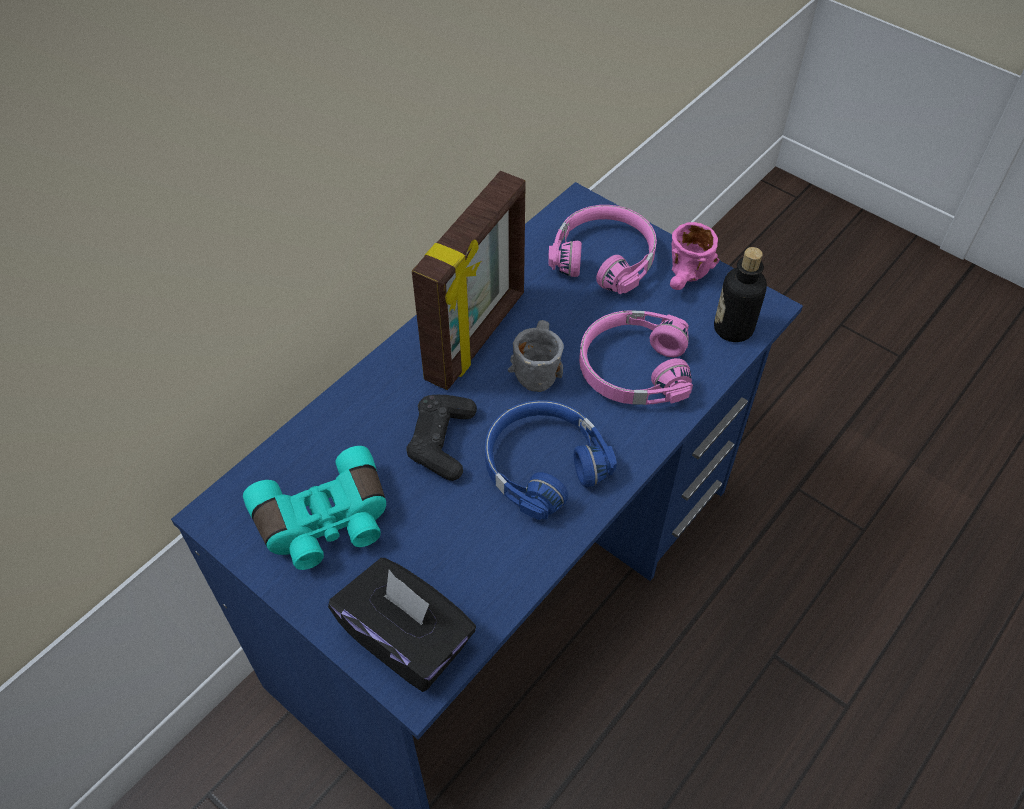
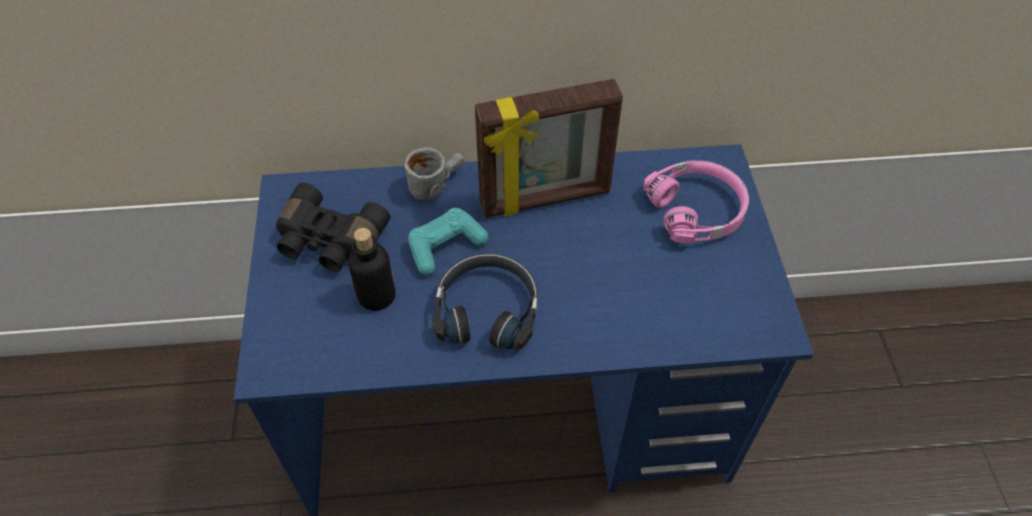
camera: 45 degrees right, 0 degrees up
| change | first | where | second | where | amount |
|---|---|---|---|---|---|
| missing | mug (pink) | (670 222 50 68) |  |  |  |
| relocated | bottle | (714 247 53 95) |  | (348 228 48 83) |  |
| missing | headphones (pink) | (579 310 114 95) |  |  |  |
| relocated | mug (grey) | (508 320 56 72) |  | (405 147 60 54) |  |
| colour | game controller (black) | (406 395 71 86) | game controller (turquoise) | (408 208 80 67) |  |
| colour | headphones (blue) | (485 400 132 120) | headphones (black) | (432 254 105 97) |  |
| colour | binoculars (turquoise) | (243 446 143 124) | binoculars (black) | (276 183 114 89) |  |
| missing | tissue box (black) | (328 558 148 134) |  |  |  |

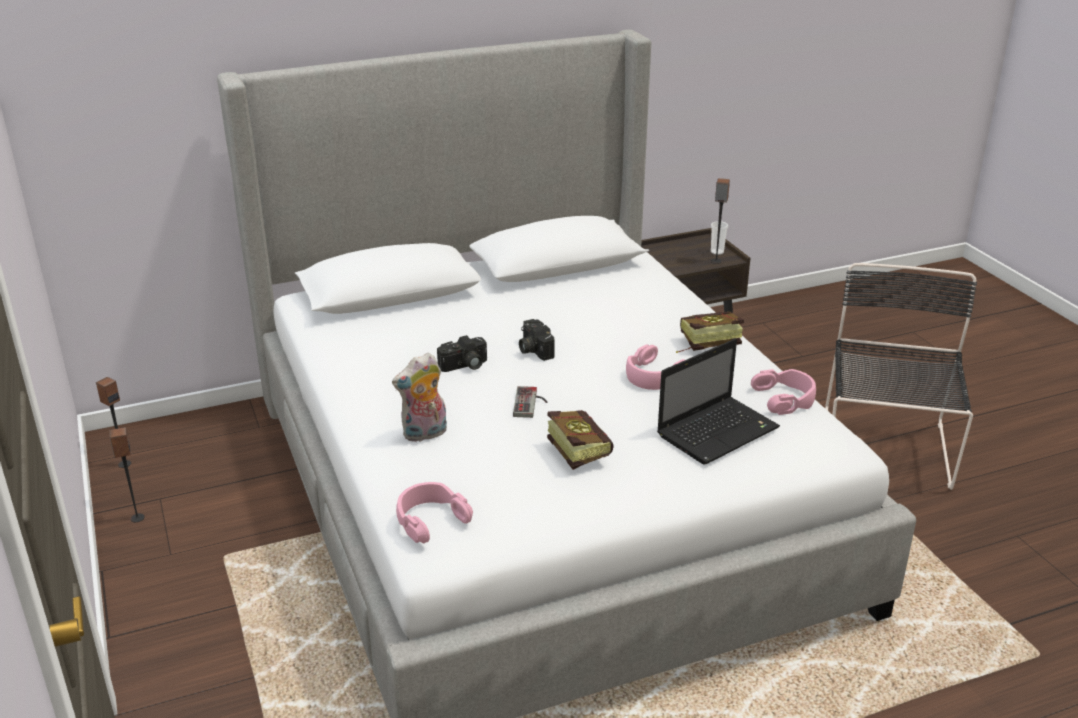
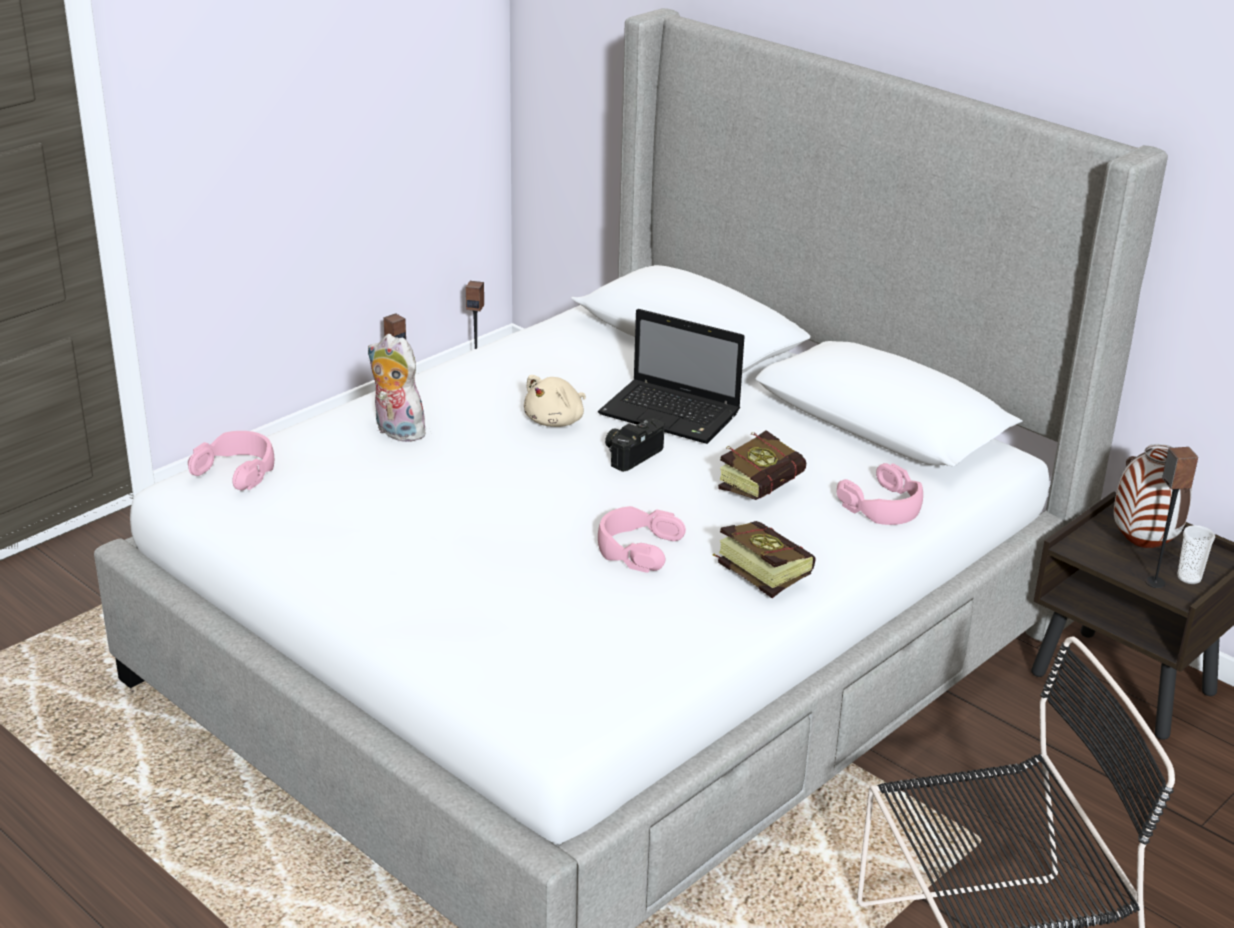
camera: 65 degrees right, 0 degrees up
| change | first | where | second | where | amount |
|---|---|---|---|---|---|
| exchanged | photo camera | (437 335 50 37) | plush toy (beige) | (524 375 62 52) |  |
| relocated | laptop | (657 339 123 125) |  | (598 309 147 135) |  |
| relocated | headphones (pink) | (751 369 65 46) |  | (837 463 86 62) |  |
| missing | game controller | (513 386 34 32) |  |  |  |
| relocated | book | (547 410 67 60) |  | (718 430 88 70) |  |
| appeared |  |  | vase | (1114 444 78 104) |  |

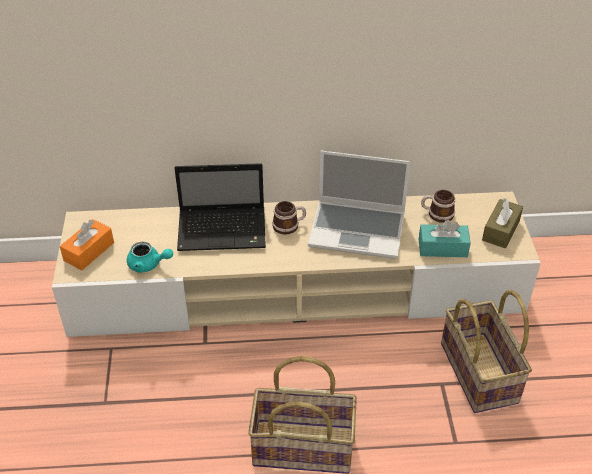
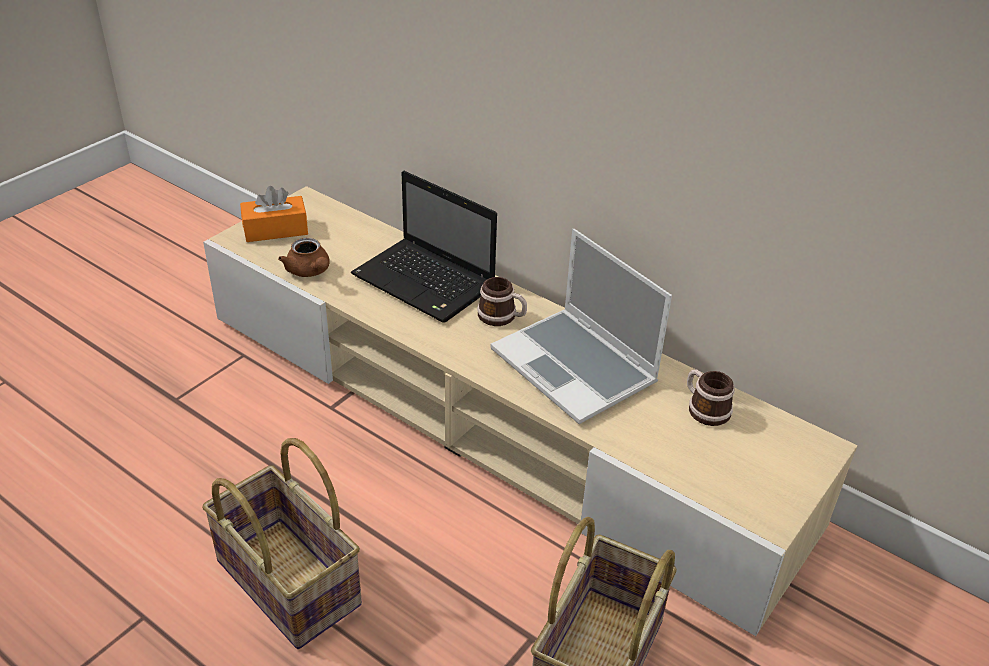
camera: 40 degrees right, 5 degrees down
| change | first | where | second | where | amount |
|---|---|---|---|---|---|
| missing | tissue box (brown) | (482 198 41 50) |  |  |  |
| missing | tissue box (turquoise) | (419 220 52 37) |  |  |  |
| colour | teapot (turquoise) | (127 242 46 31) | teapot (brown) | (278 238 52 39) |  |

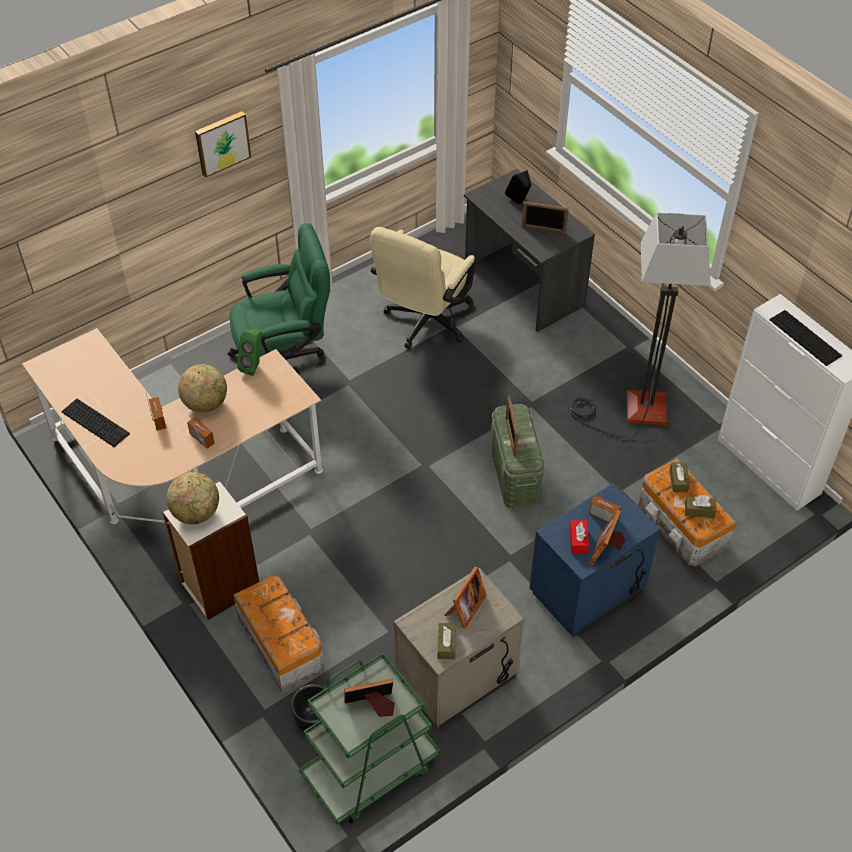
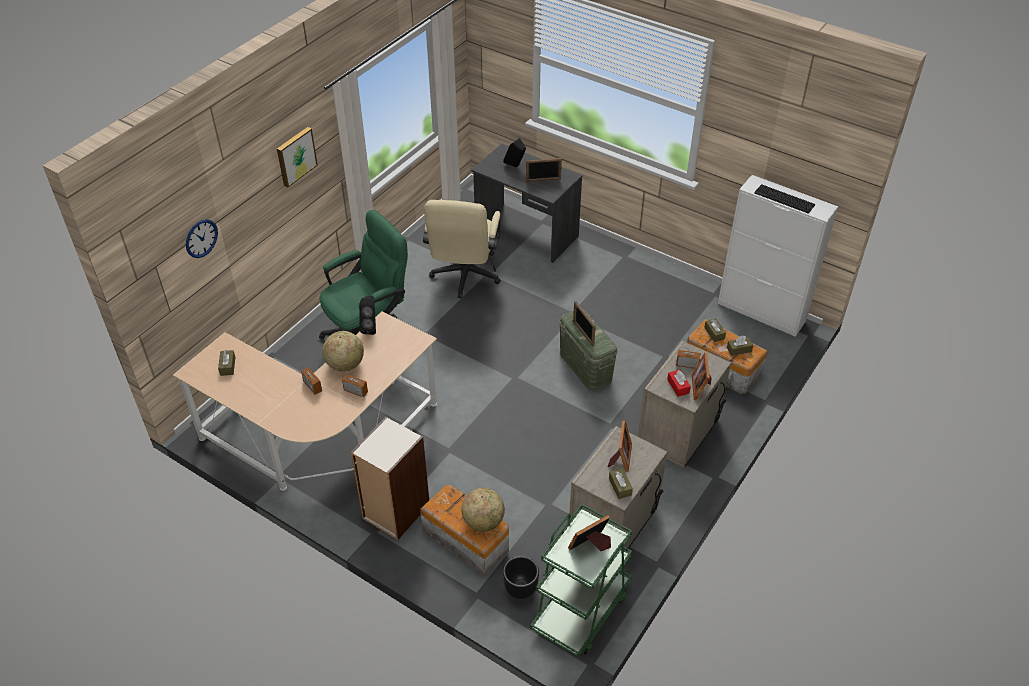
camera: 20 degrees left, 5 degrees down
| change | first | where | second | where | amount |
|---|---|---|---|---|---|
| missing | floor lamp | (570 212 141 226) |  |  |  |
| colour | speaker (green) | (237 329 25 47) | speaker (black) | (359 295 17 40) |  |
| missing | keyboard | (61 399 69 48) |  |  |  |
| relocated | globe | (166 472 53 52) |  | (462 488 43 44) |  |
| colour | nightstand (blue) | (530 483 130 155) | nightstand (beige) | (638 341 93 127) |  |
| appeared |  |  | wall clock | (186 219 32 39) |  |
| appeared |  |  | tissue box (brown) | (218 350 17 26) |  |

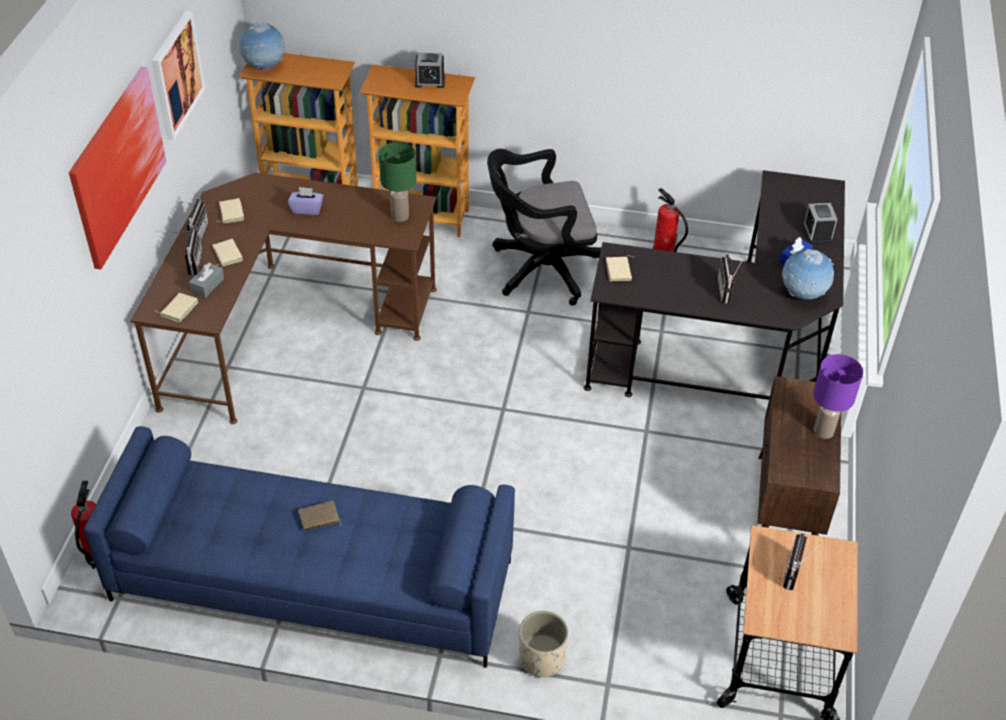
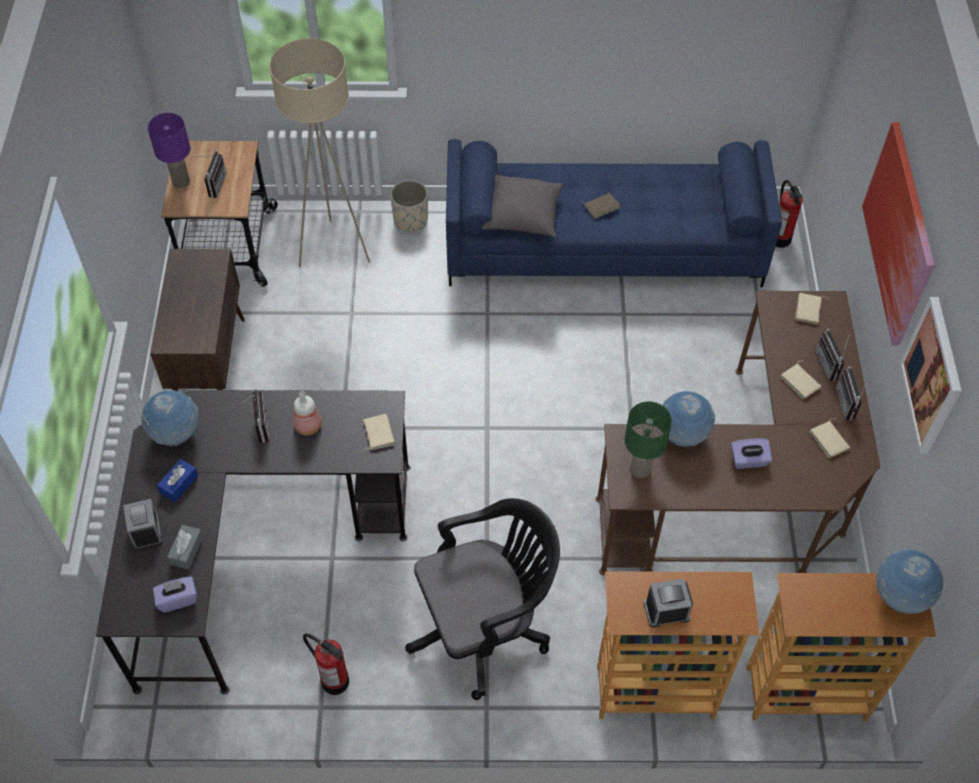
camera: 170 degrees right, 10 degrees up
| change | first | where | second | where | amount |
|---|---|---|---|---|---|
| relocated | tissue box (grey) | (189 263 35 35) |  | (167 525 36 44) |  |
| relocated | table lamp (purple) | (813 354 50 85) |  | (148 113 43 75) |  |
| appeared |  |  | floor lamp (beige) | (269 38 101 229) |  |
| appeared |  |  | pillow (grey) | (482 175 82 62) |  |
| appeared |  |  | bottle | (293 391 29 44) |  |
| appeared |  |  | globe | (662 391 53 56) |  |
| appeared |  |  | tissue box (purple) | (153 576 44 37) |  |

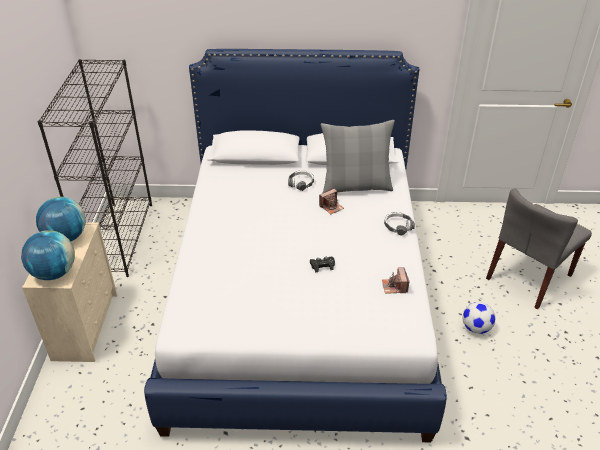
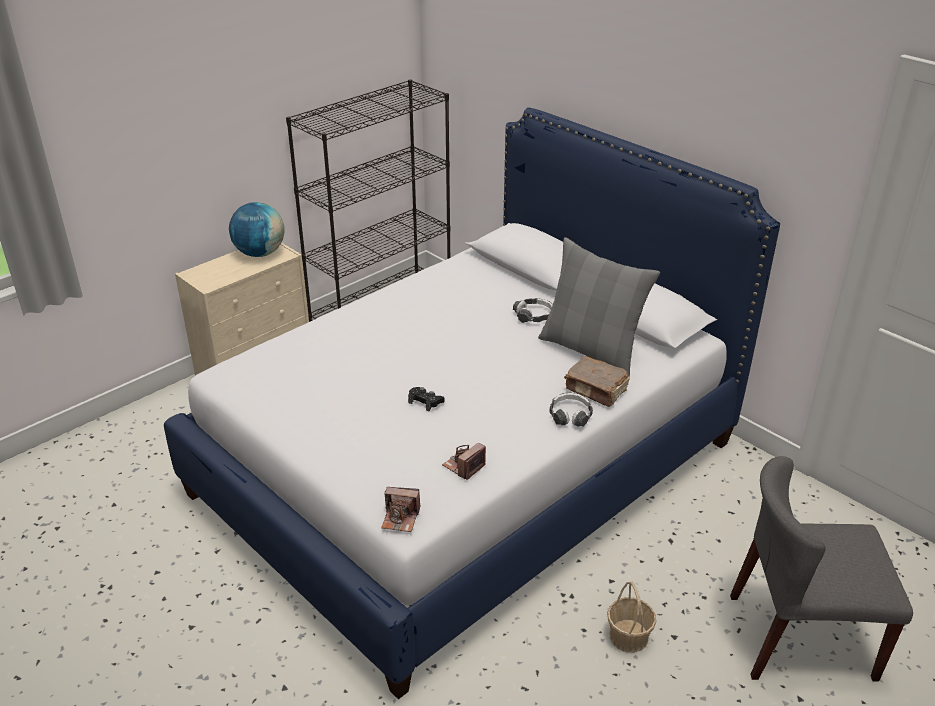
camera: 45 degrees right, 5 degrees down
| change | first | where | second | where | amount |
|---|---|---|---|---|---|
| relocated | photo camera | (319 188 25 26) |  | (381 487 39 45) |  |
| missing | globe | (21 230 54 50) |  |  |  |
| exchanged | football | (463 302 32 32) | basket | (607 582 49 71) |  |
| appeared |  |  | book (brown) | (564 356 66 51) |  |

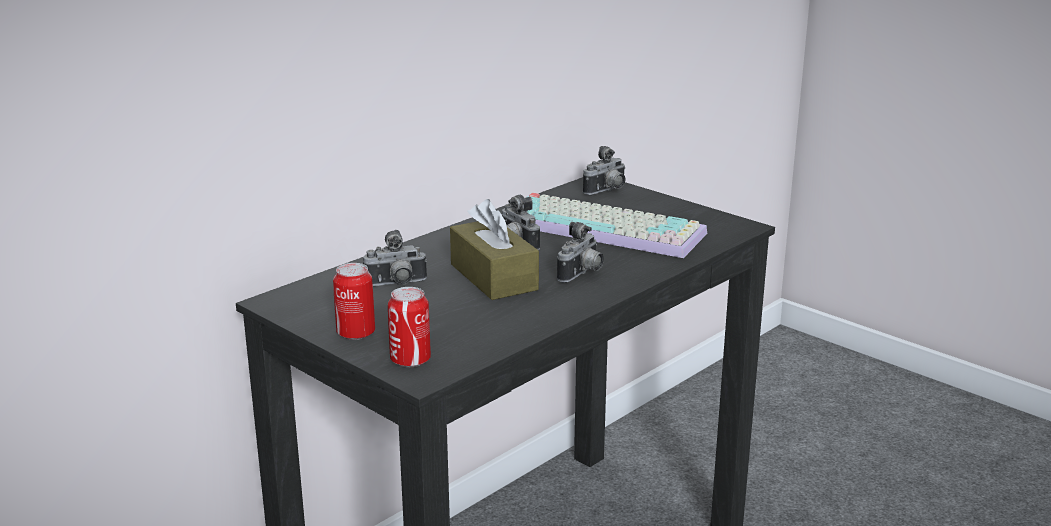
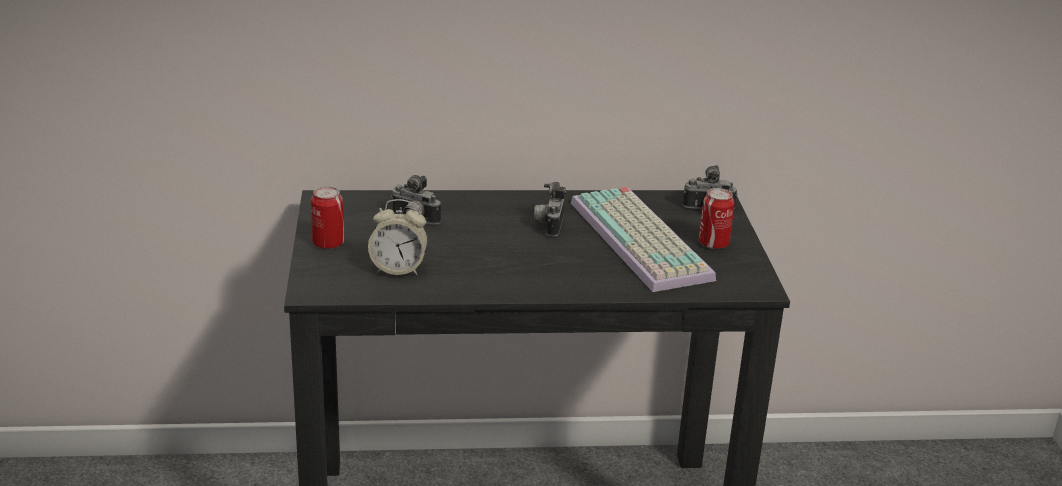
camera: 40 degrees right, 5 degrees up
| change | first | where | second | where | amount |
|---|---|---|---|---|---|
| missing | tissue box (brown) | (450 199 89 101) |  |  |  |
| missing | photo camera | (557 222 47 61) |  |  |  |
| relocated | can | (388 287 43 80) |  | (699 188 36 61) |  |
| appeared |  |  | alarm clock | (368 199 60 76) |  |

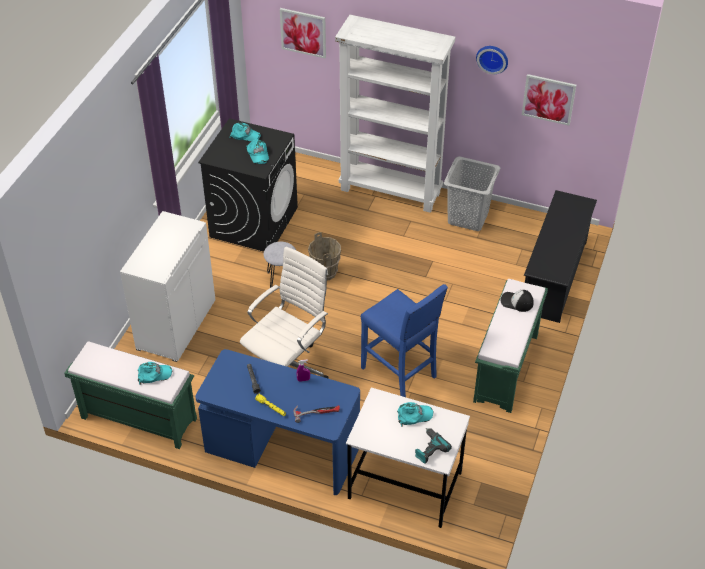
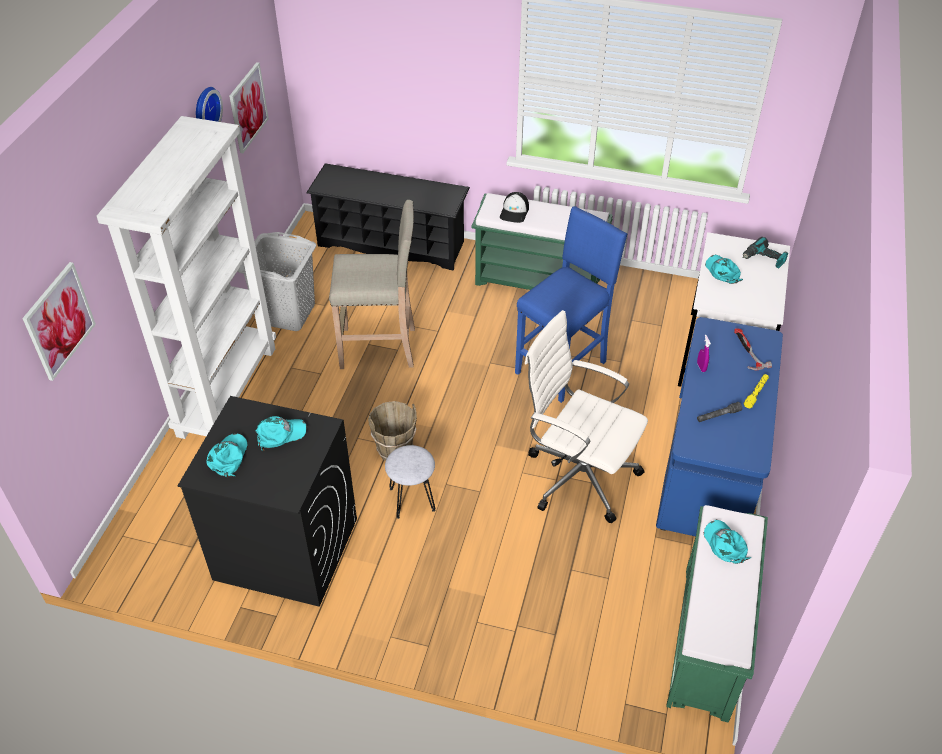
camera: 95 degrees left, 0 degrees up
| change | first | where | second | where | amount |
|---|---|---|---|---|---|
| missing | cabinet (white) | (120 211 96 151) |  |  |  |
| appeared |  |  | stool (beige) | (329 200 86 169) |  |

